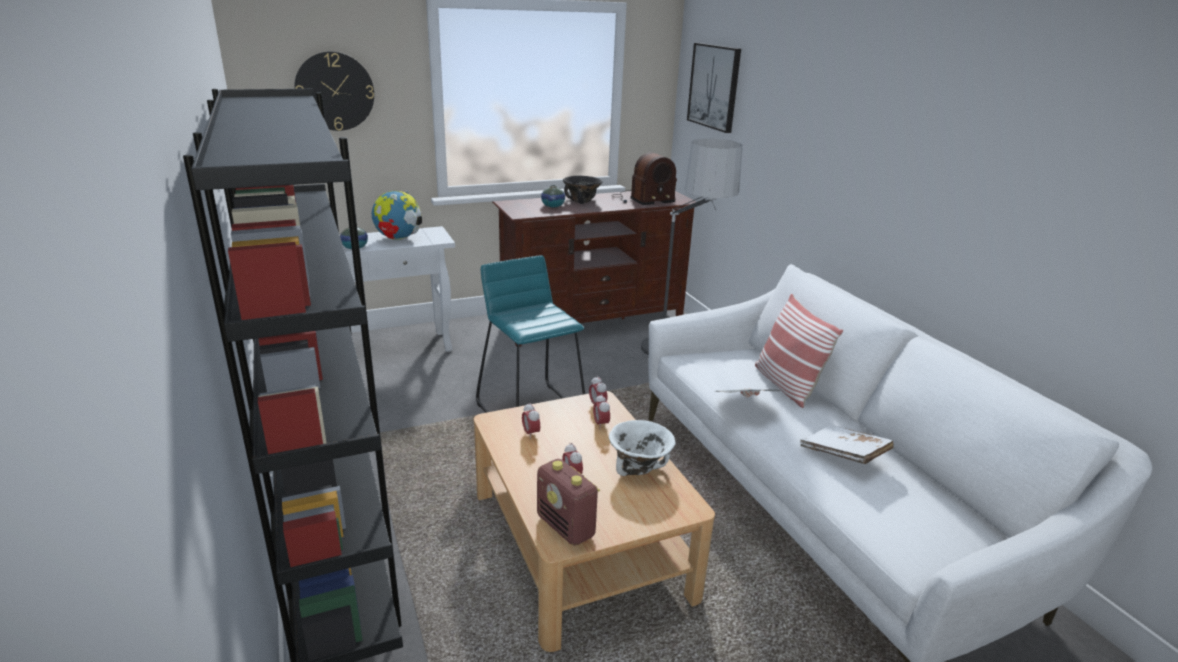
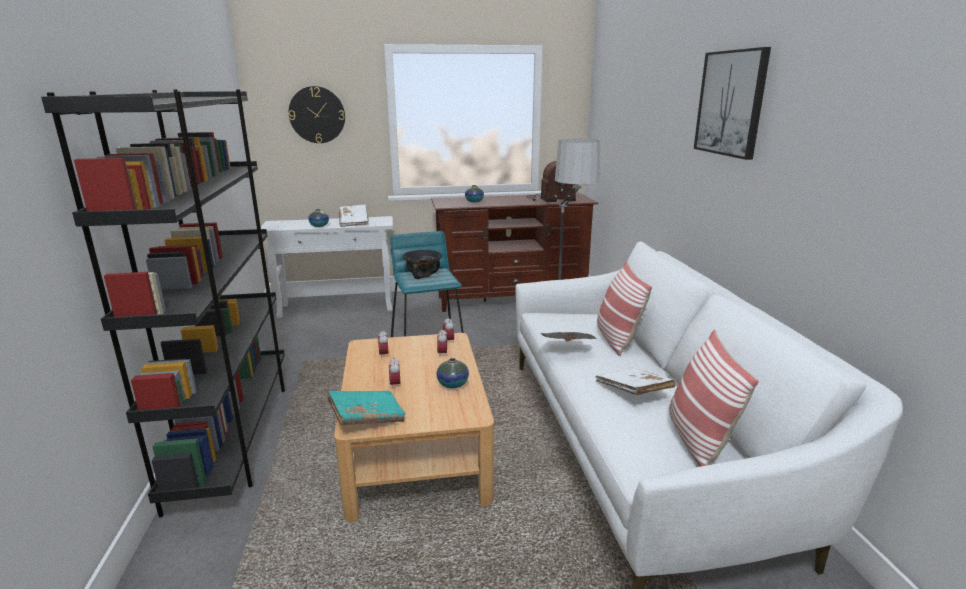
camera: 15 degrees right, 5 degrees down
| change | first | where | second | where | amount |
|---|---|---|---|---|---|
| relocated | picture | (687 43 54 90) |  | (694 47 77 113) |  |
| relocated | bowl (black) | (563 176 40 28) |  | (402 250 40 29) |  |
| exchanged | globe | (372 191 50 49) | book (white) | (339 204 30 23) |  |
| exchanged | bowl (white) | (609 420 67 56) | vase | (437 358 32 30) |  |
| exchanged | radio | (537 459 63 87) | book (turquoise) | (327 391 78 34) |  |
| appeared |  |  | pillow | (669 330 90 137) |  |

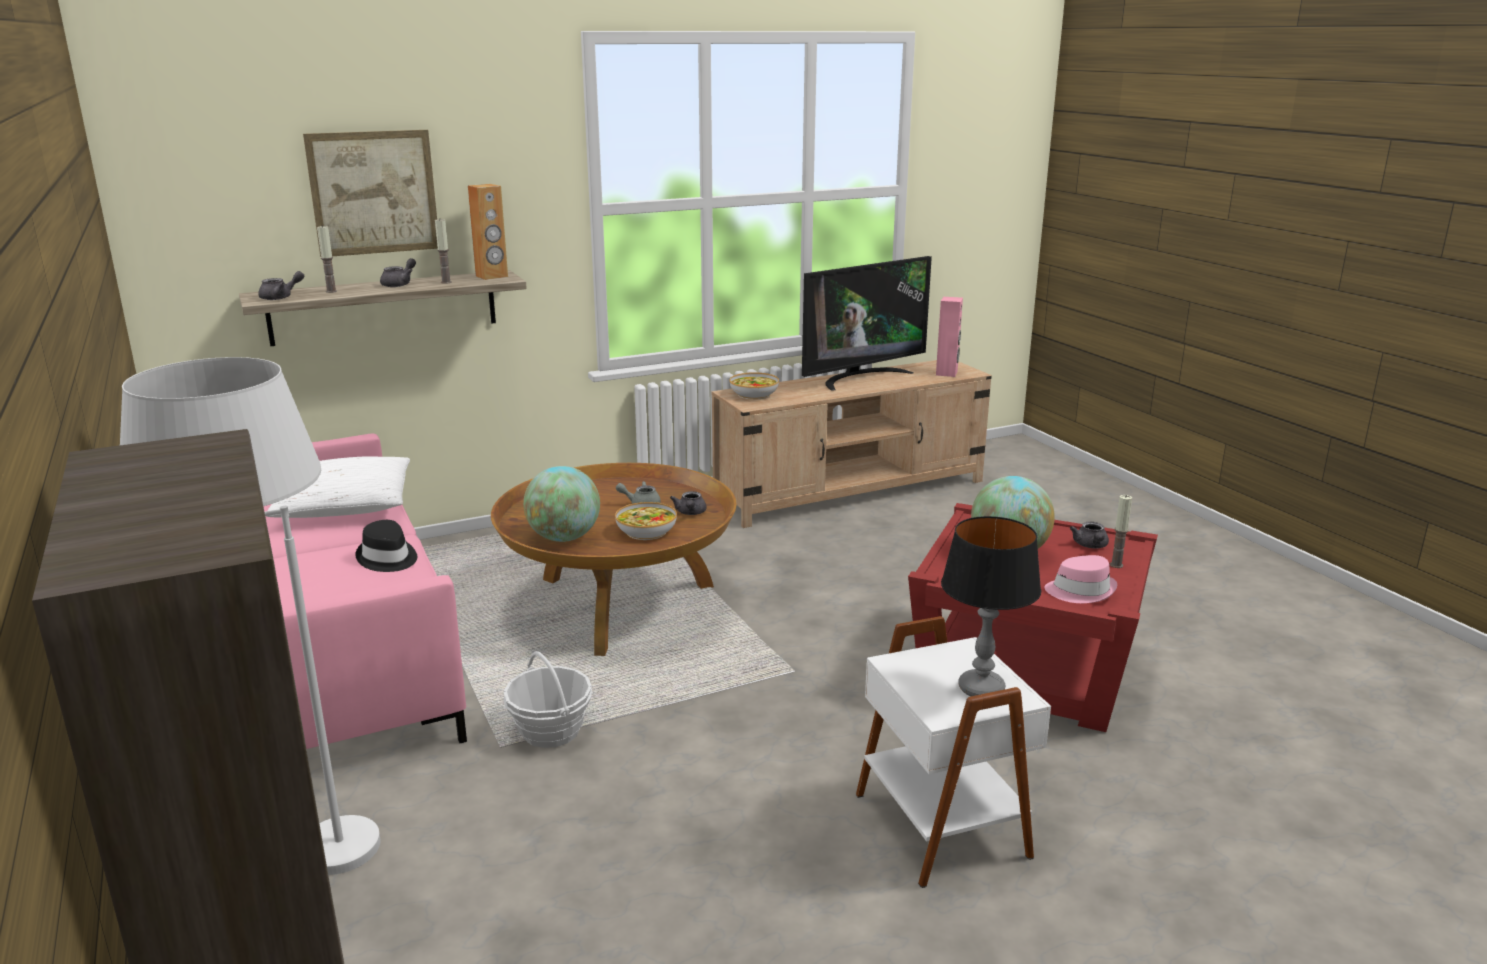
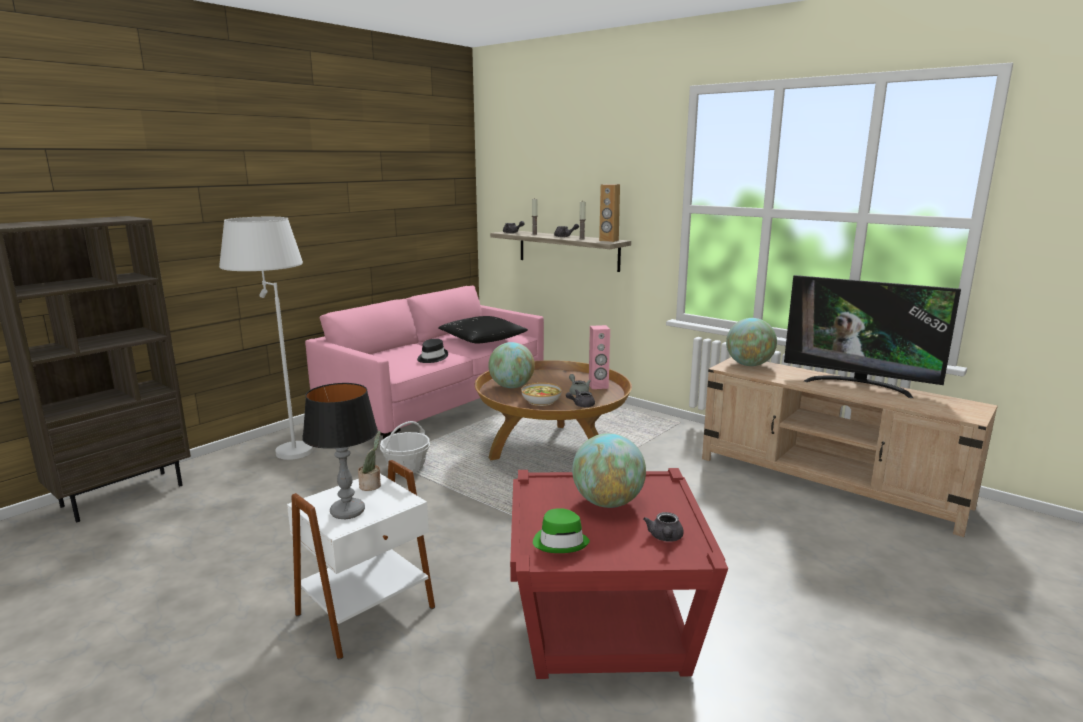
camera: 65 degrees right, 5 degrees down
| change | first | where | second | where | amount |
|---|---|---|---|---|---|
| missing | picture | (303 130 135 127) |  |  |  |
| relocated | speaker (pink) | (936 297 27 80) |  | (589 325 21 64) |  |
| exchanged | bowl | (729 372 50 28) | globe | (726 318 51 48) |  |
| colour | pillow (white) | (267 456 143 62) | pillow (black) | (438 316 90 27) |  |
| missing | candle | (1110 495 22 73) |  |  |  |
| spun | teapot (grey) | (1070 522 39 26) |  | (643 512 41 30) | 60 degrees counterclockwise |
| colour | hat (pink) | (1044 555 73 48) | hat (green) | (533 508 57 45) |  |
| appeared |  |  | potted plant | (358 430 23 61) |  |

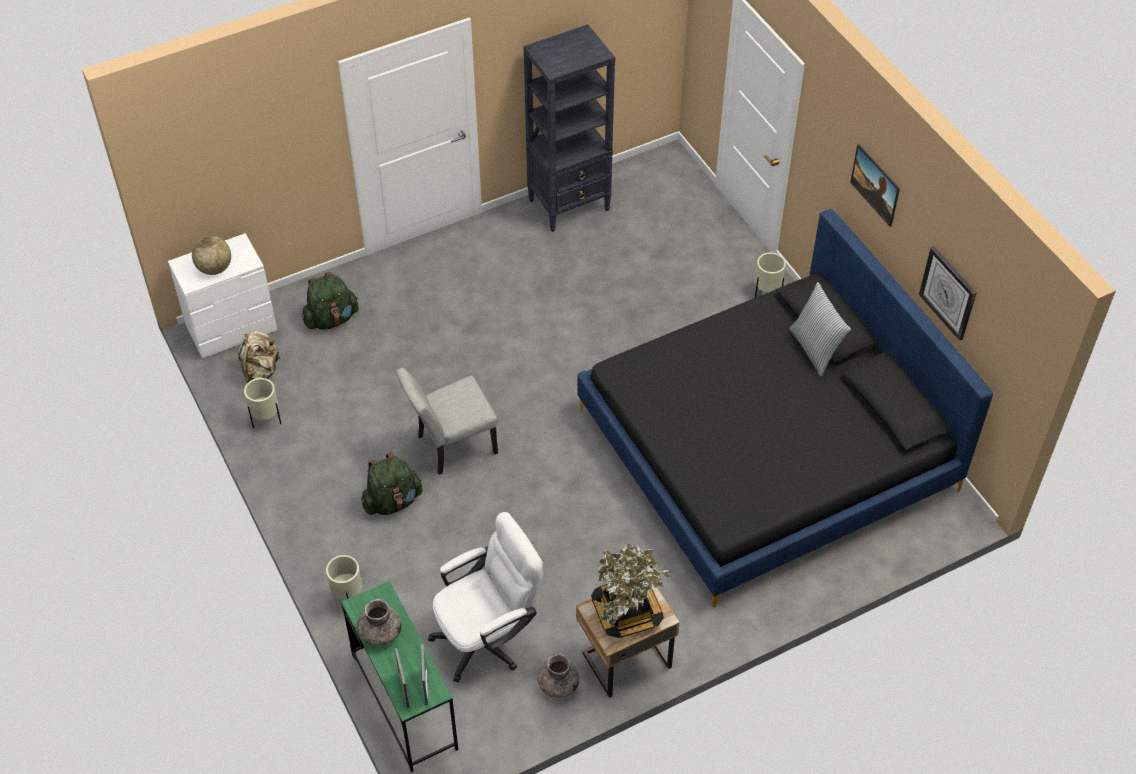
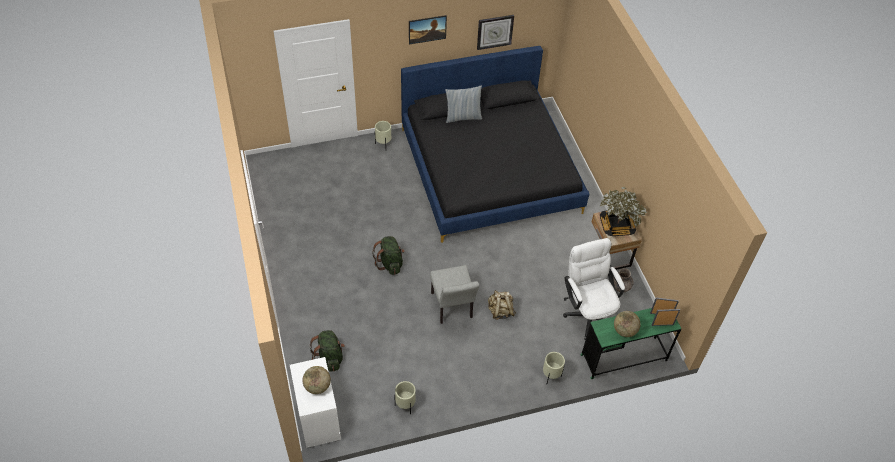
camera: 80 degrees left, 0 degrees up
| change | first | where | second | where | amount |
|---|---|---|---|---|---|
| missing | bookcase (black) | (524 24 91 208) |  |  |  |
| relocated | backpack (beige) | (237 331 44 52) |  | (488 290 28 30) |  |
| relocated | backpack (green) | (361 452 62 63) |  | (372 236 33 39) |  |
| exchanged | vase (grey) | (357 599 45 47) | globe | (614 311 27 26) |  |

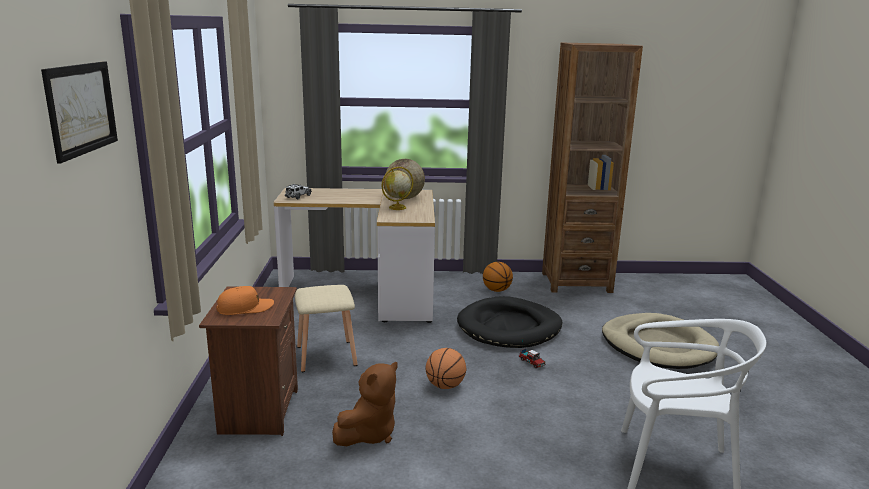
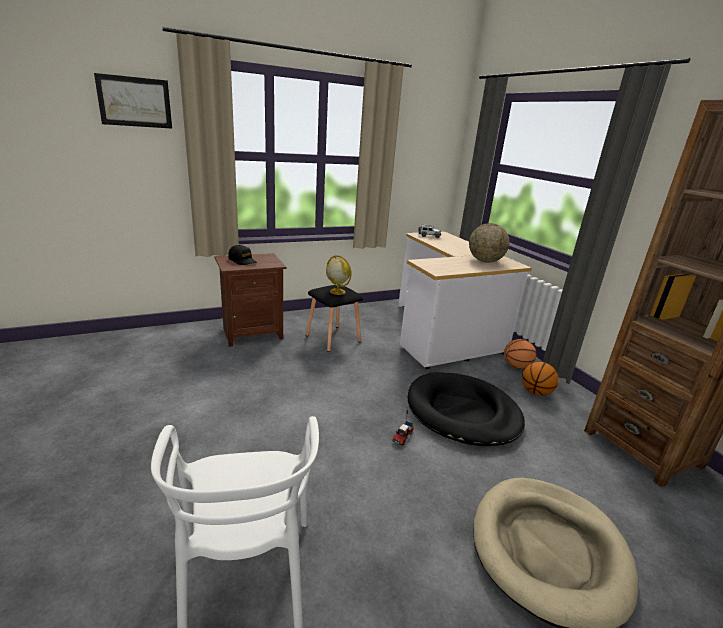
camera: 65 degrees right, 5 degrees up
| change | first | where | second | where | amount |
|---|---|---|---|---|---|
| relocated | globe | (381 167 33 43) |  | (326 255 25 40) |  |
| colour | stool (beige) | (295 285 63 87) | stool (black) | (306 284 57 68) |  |
| colour | cap (orange) | (216 286 58 29) | cap (black) | (228 245 29 20) |  |
| relocated | basketball | (425 348 41 41) |  | (504 339 33 30) |  |
| missing | plush toy (brown) | (332 362 66 84) |  |  |  |

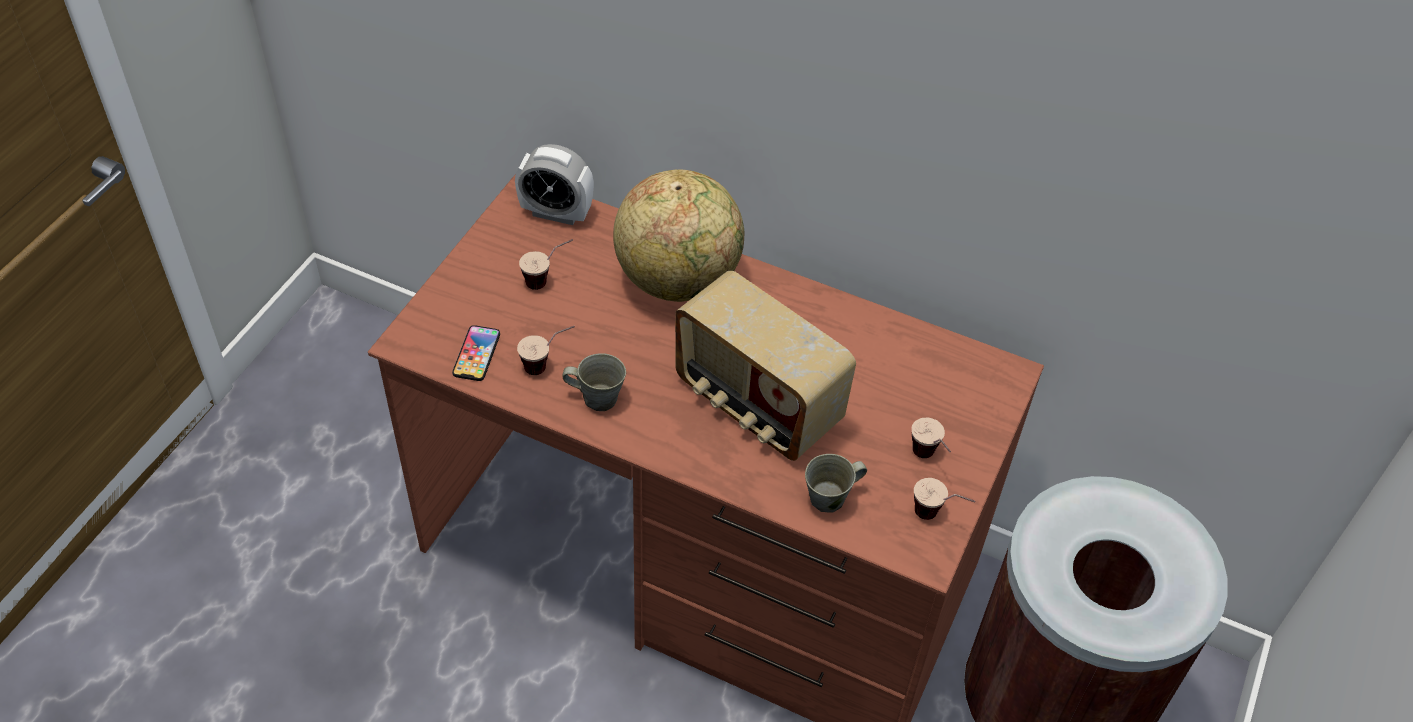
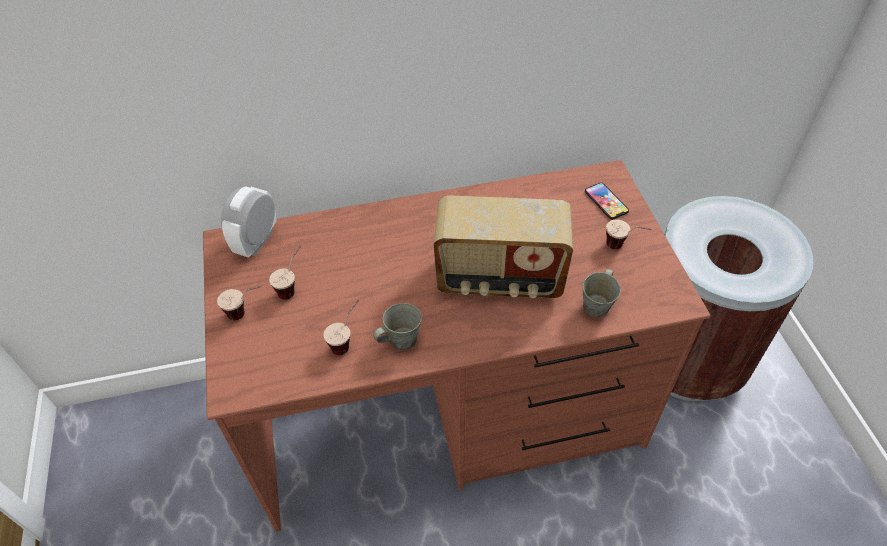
camera: 35 degrees left, 0 degrees up
| change | first | where | second | where | amount |
|---|---|---|---|---|---|
| spun | alarm clock | (515 144 79 81) |  | (221 186 56 72) | 135 degrees clockwise |
| missing | globe | (613 169 132 133) |  |  |  |
| relocated | phone | (452 325 48 56) |  | (585 183 44 36) |  |
| relocated | cup | (914 478 61 42) |  | (217 286 44 35) |  |

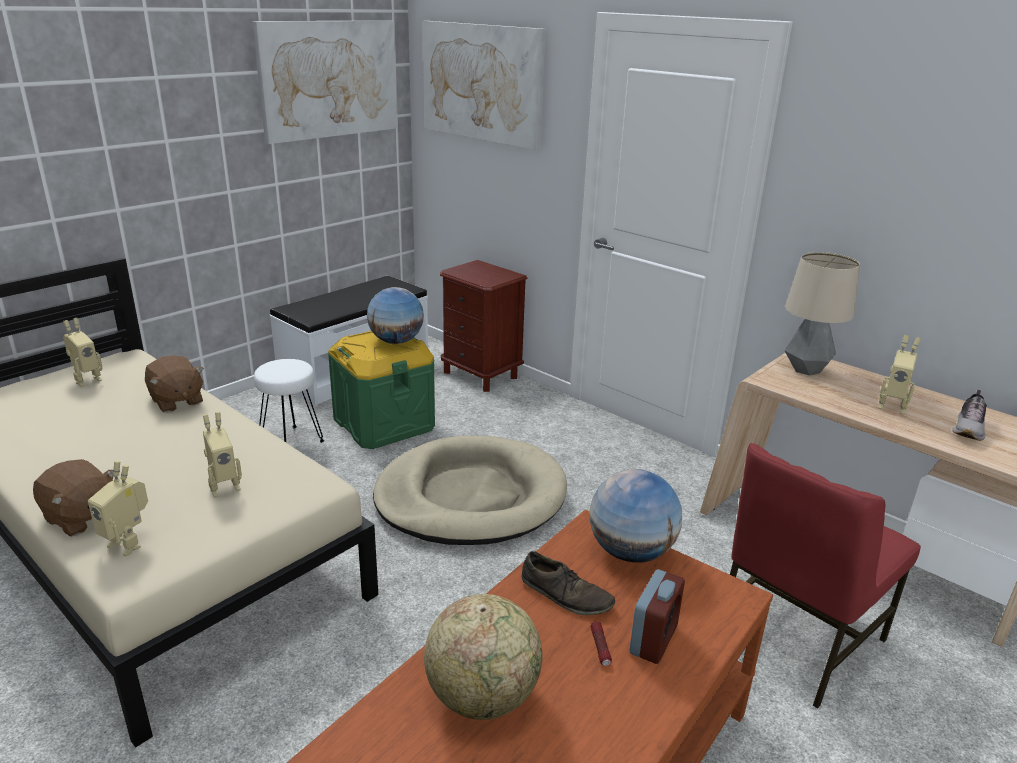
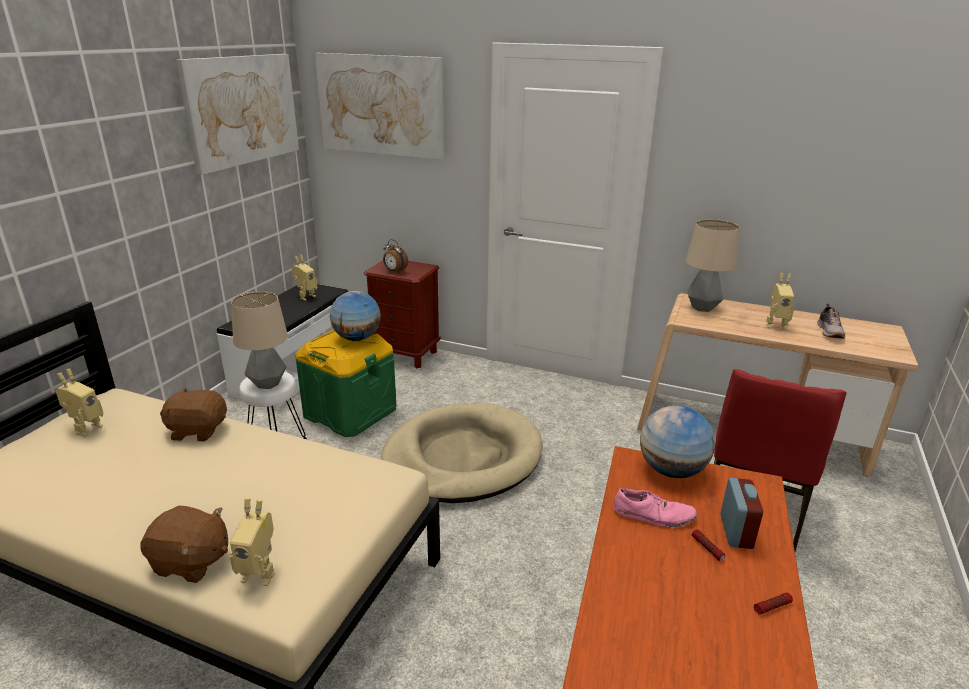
camera: 20 degrees left, 0 degrees up
| change | first | where | second | where | amount |
|---|---|---|---|---|---|
| spun | plush toy (brown) | (145 355 59 58) |  | (160 388 67 54) | 150 degrees clockwise |
| relocated | toy robot | (203 412 39 86) |  | (292 254 25 47) |  |
| colour | shoe (brown) | (521 551 94 64) | shoe (pink) | (613 488 84 40) |  |
| missing | globe | (424 594 119 126) |  |  |  |
| appeared |  |  | alarm clock | (383 239 25 34) |  |
| appeared |  |  | table lamp | (231 291 57 98) |  |
| appeared |  |  | flashlight | (754 592 39 23) |  |

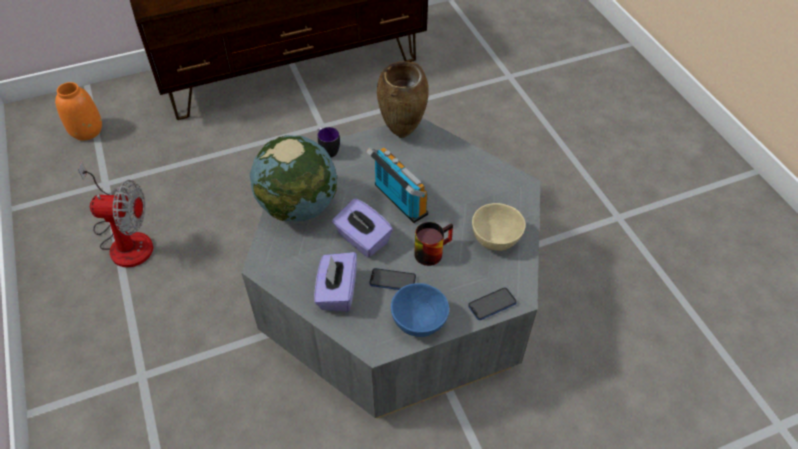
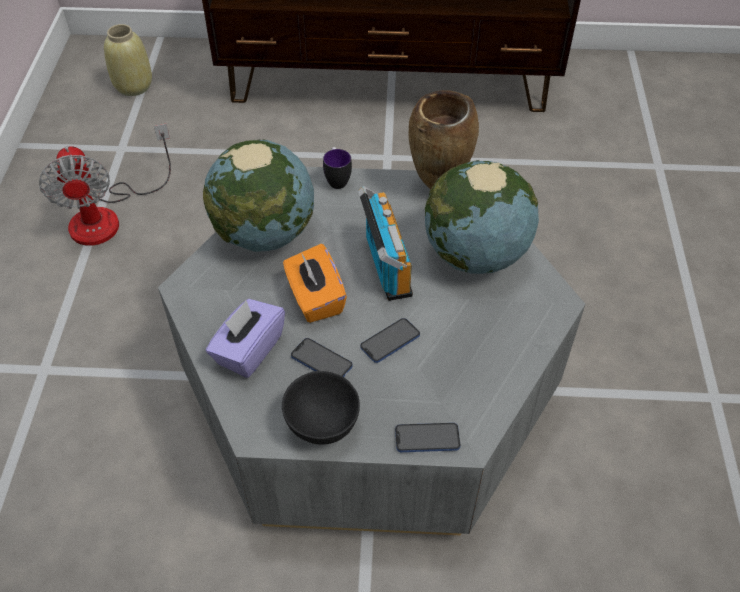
camera: 25 degrees right, 0 degrees up
| change | first | where | second | where | amount |
|---|---|---|---|---|---|
| colour | vase (orange) | (55 82 47 59) | vase (beige) | (104 24 48 72) |  |
| spun | fan | (78 162 75 105) |  | (39 124 132 122) | 45 degrees clockwise |
| colour | tissue box (purple) | (332 198 61 60) | tissue box (orange) | (283 244 64 79) |  |
| missing | bowl (beige) | (472 203 53 48) |  |  |  |
| exchanged | mug | (414 222 39 44) | phone | (360 318 60 45) |  |
| colour | bowl (blue) | (391 283 58 54) | bowl (black) | (282 371 78 74) |  |
| appeared |  |  | globe | (425 160 114 114) |  |

